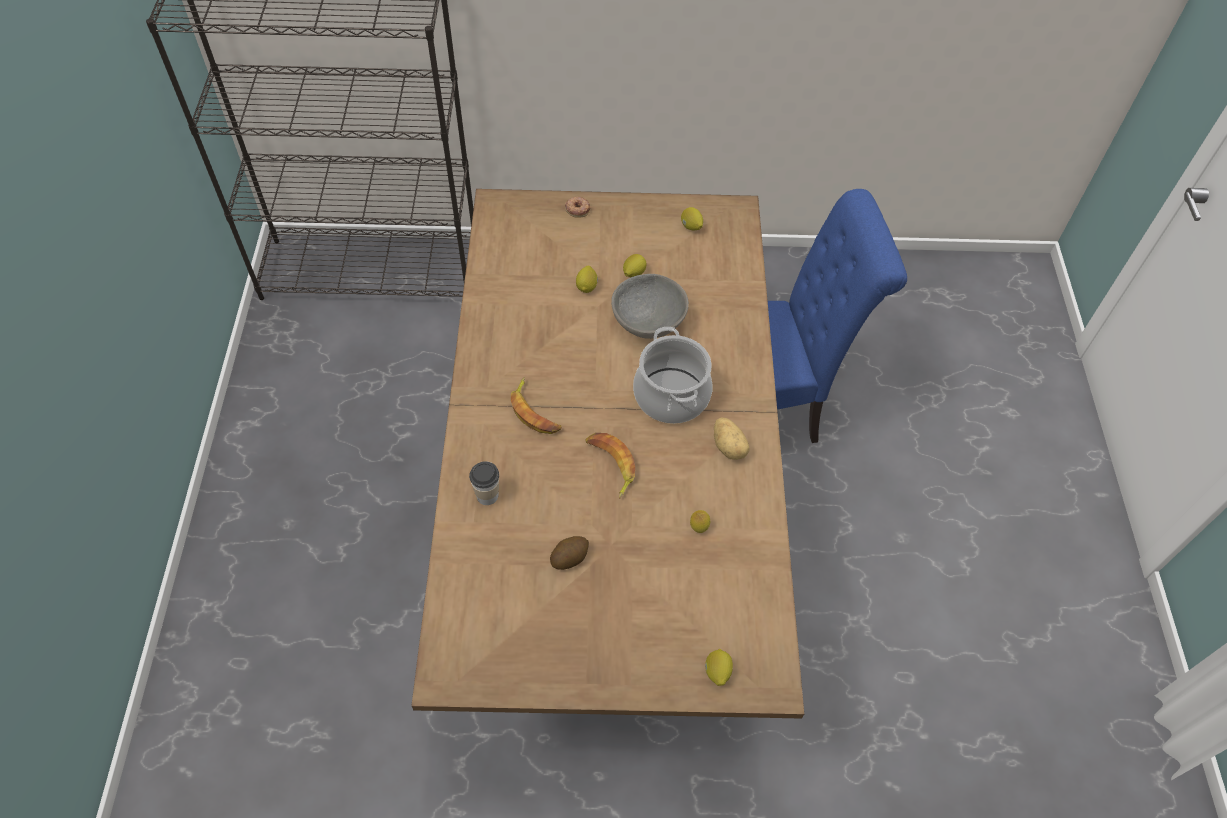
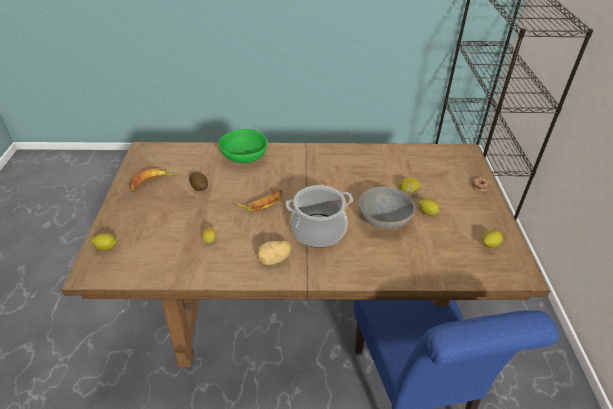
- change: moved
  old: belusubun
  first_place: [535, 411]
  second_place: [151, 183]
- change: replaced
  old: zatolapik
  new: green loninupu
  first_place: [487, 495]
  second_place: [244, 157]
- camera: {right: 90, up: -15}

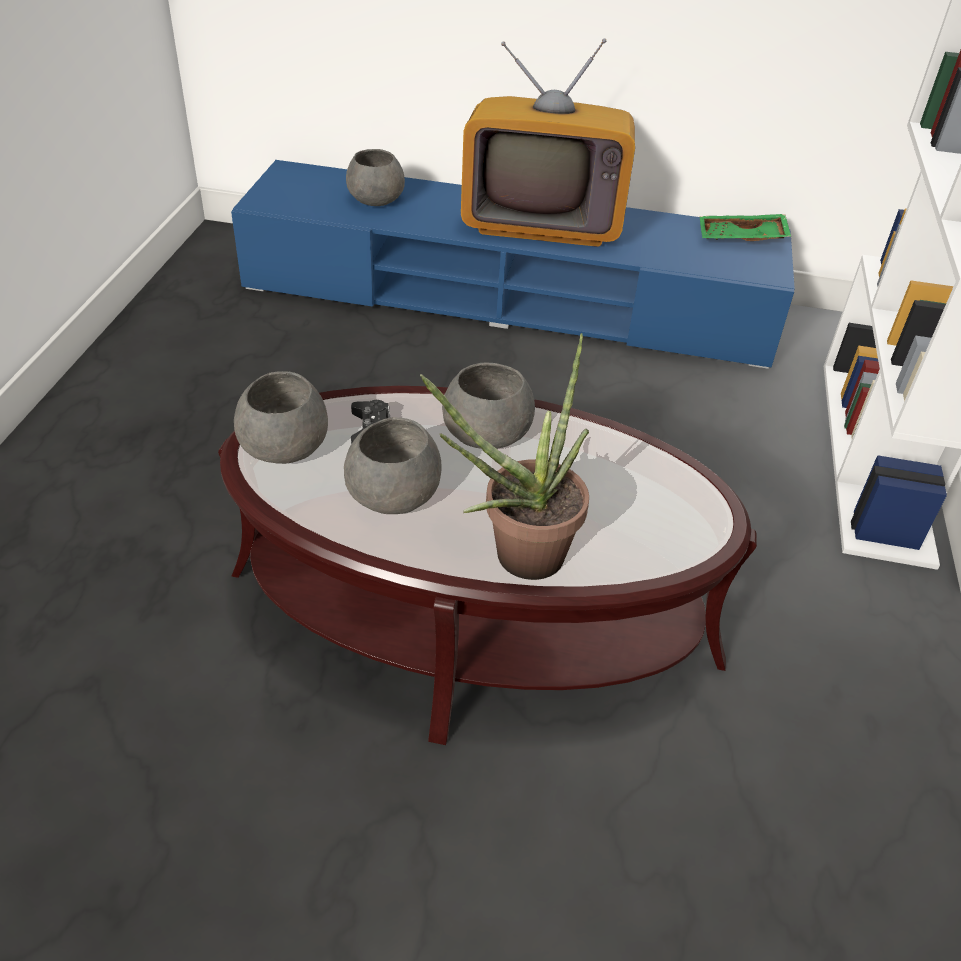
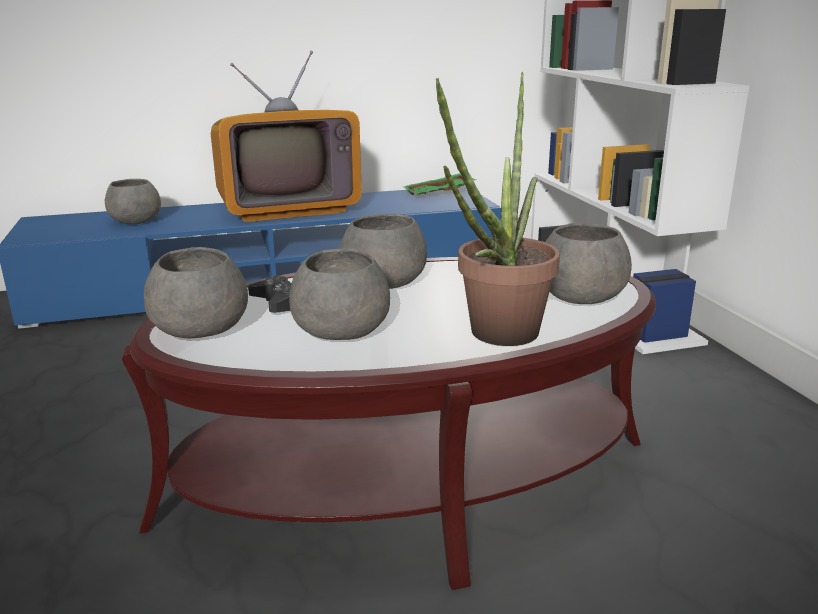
- change: added
  new: grey loninupu
  second_place: [580, 296]
- camera: {right: -25, up: -20}

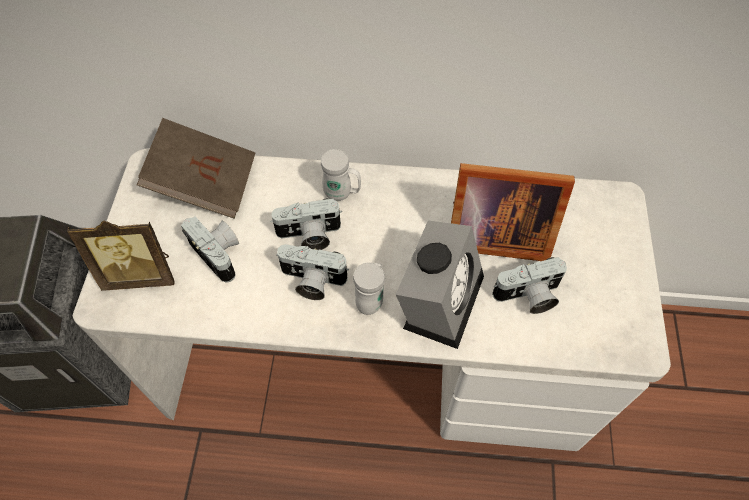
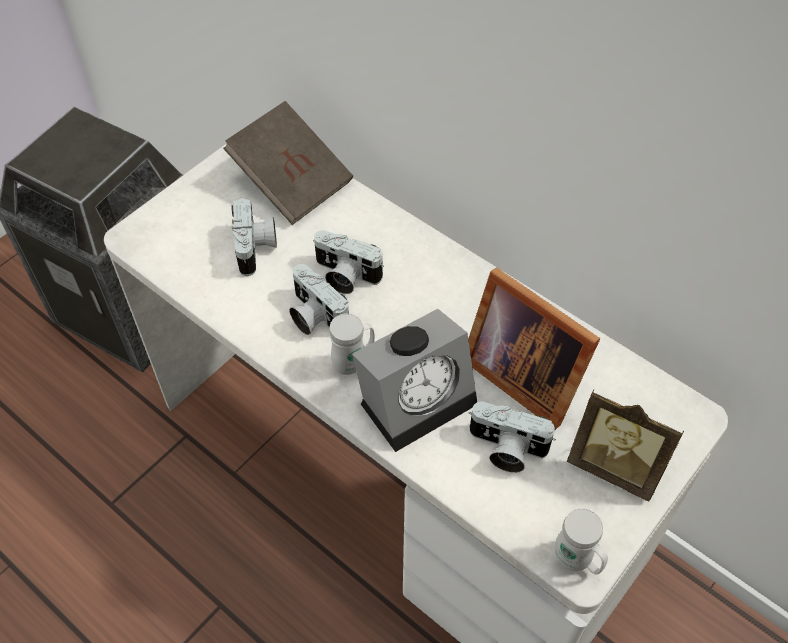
- change: moved
  old: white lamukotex
  first_place: [342, 194]
  second_place: [577, 561]
- change: moved
  old: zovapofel
  first_place: [141, 274]
  second_place: [614, 467]
- camera: {right: 35, up: -5}

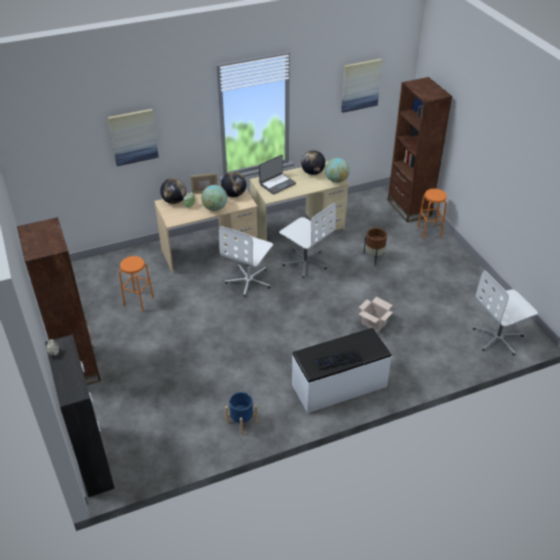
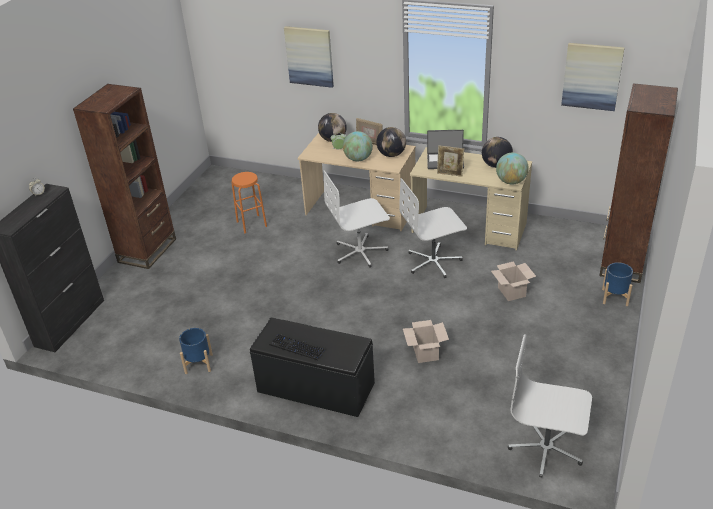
- change: replaced
  old: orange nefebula
  new: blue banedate
  first_place: [429, 231]
  second_place: [615, 297]
- change: turned
  old: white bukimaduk
  first_place: [305, 262]
  second_place: [434, 262]
  degrees: 75
- change: replaced
  old: brown banedate
  new: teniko
  first_place: [374, 257]
  second_place: [512, 292]
- change: recoloured
  old: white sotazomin
  new: black sotazomin
  first_place: [339, 386]
  second_place: [315, 388]
- change: added
  new: zovapofel
  second_place: [450, 174]
- camera: {right: 45, up: -5}

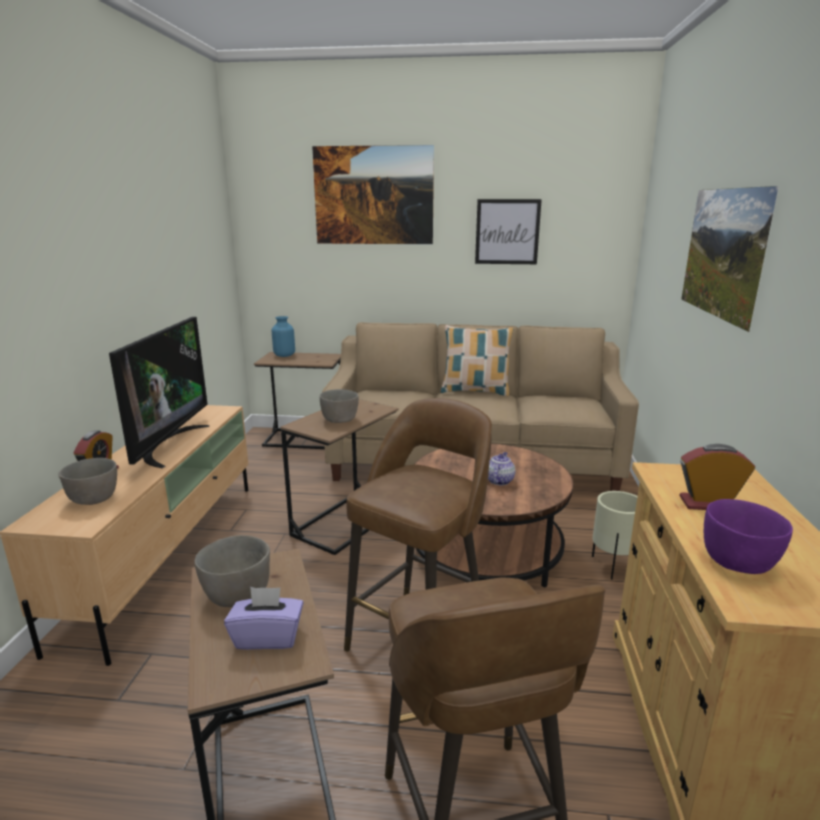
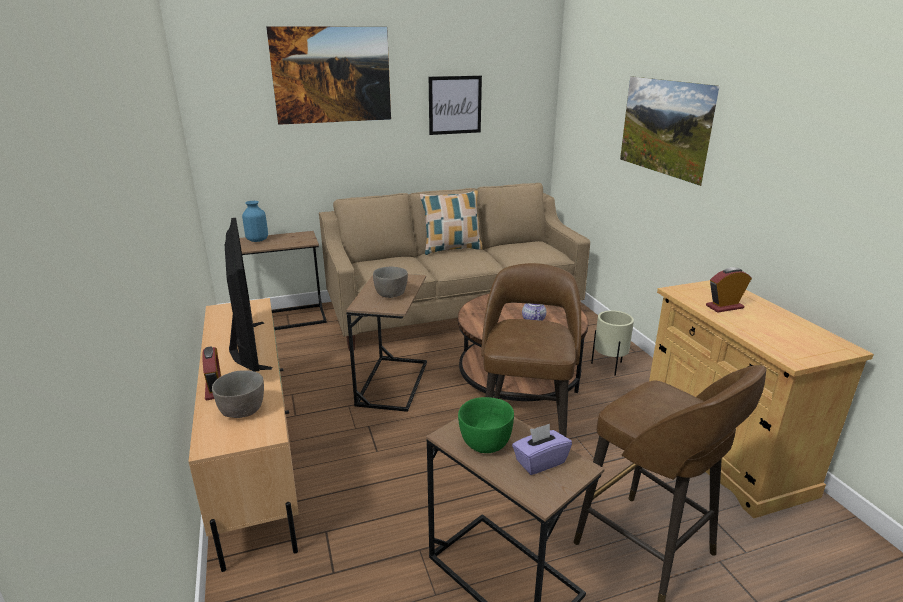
- change: removed
  old: purple loninupu
  first_place: [739, 562]
- change: recoloured
  old: grey loninupu
  new: green loninupu
  first_place: [236, 594]
  second_place: [484, 443]
- camera: {right: -25, up: 5}

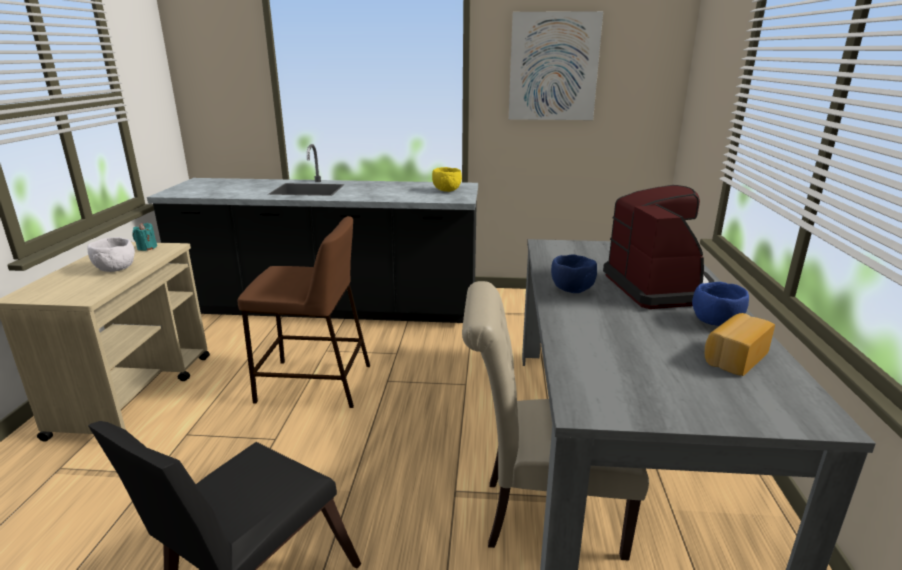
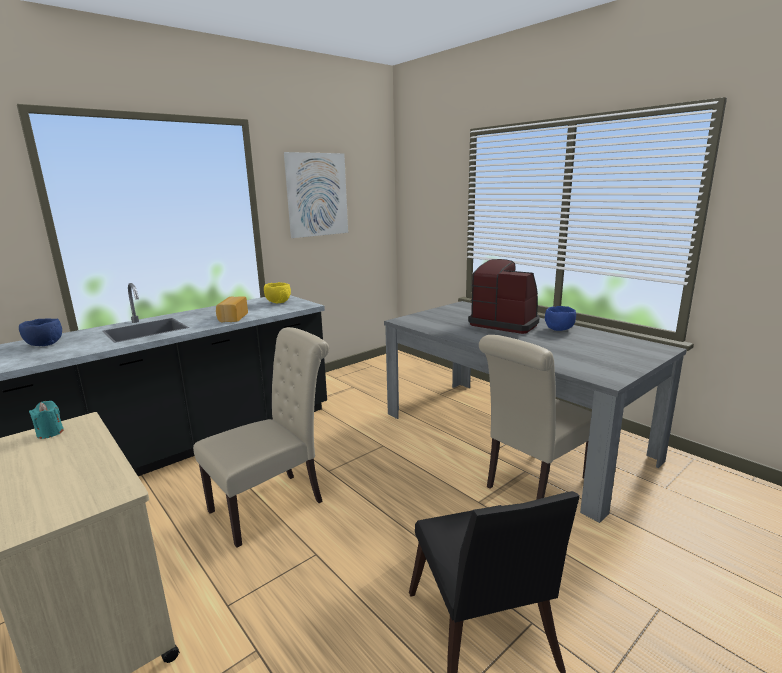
- change: replaced
  old: brown nefebula
  new: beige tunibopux
  first_place: [313, 383]
  second_place: [273, 503]
- change: removed
  old: white loninupu
  first_place: [114, 269]
- change: moved
  old: blue loninupu
  first_place: [572, 290]
  second_place: [45, 345]
- change: moved
  old: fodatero
  first_place: [733, 357]
  second_place: [232, 317]
- camera: {right: -45, up: -5}

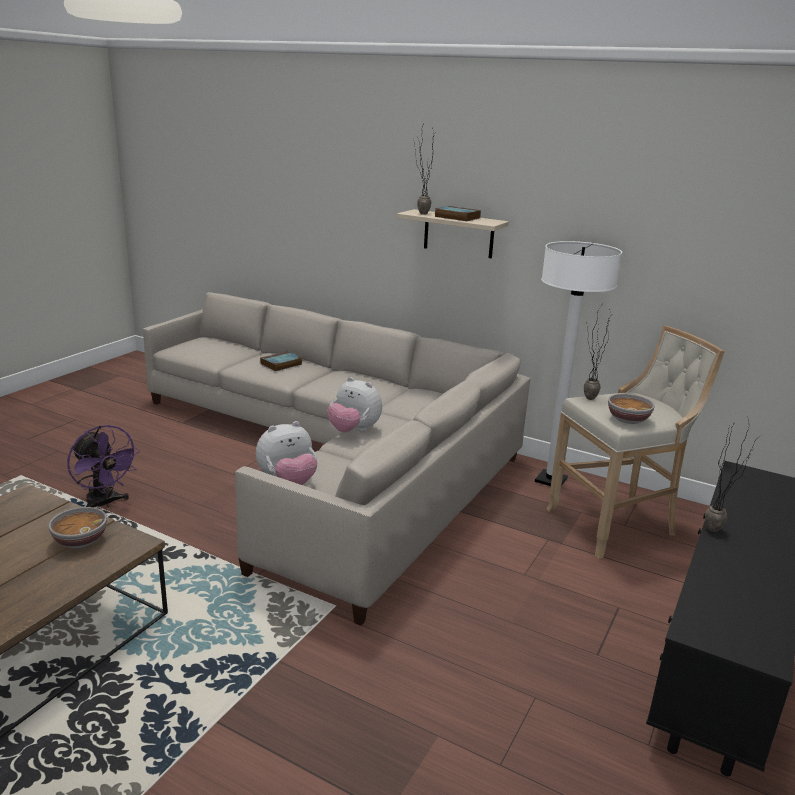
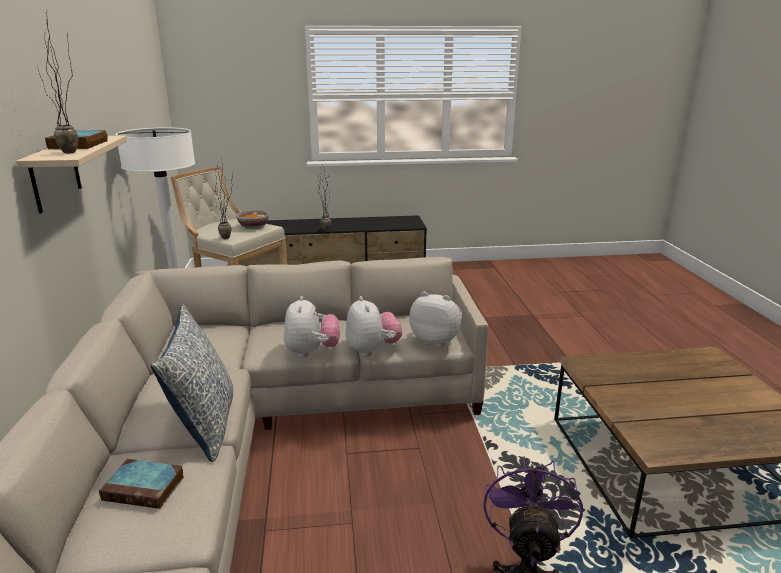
- change: removed
  old: loninupu
  first_place: [80, 540]
- change: added
  new: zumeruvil
  second_place: [372, 350]
- change: added
  new: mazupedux
  second_place: [205, 424]
- camera: {right: -125, up: 0}

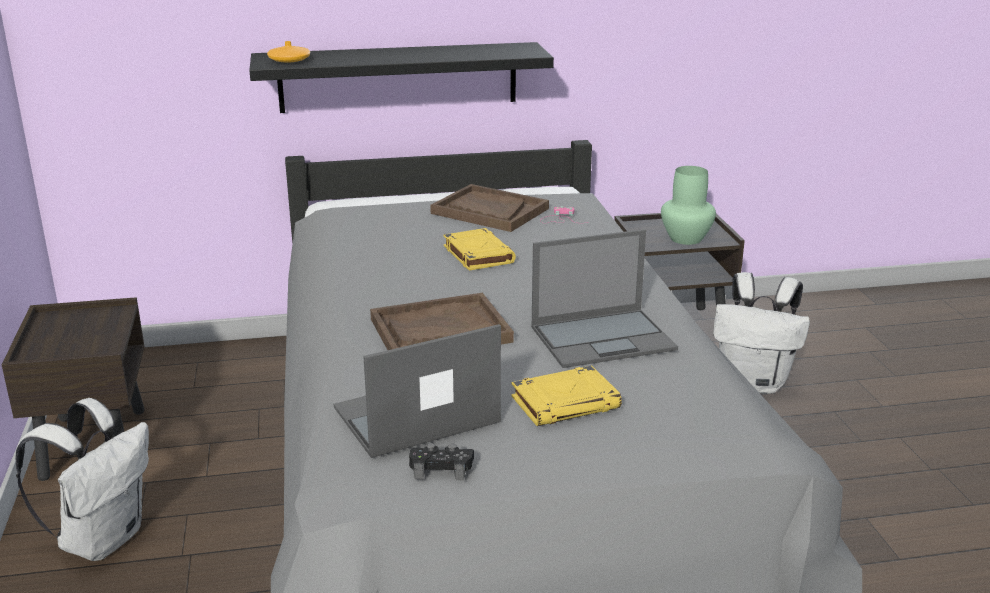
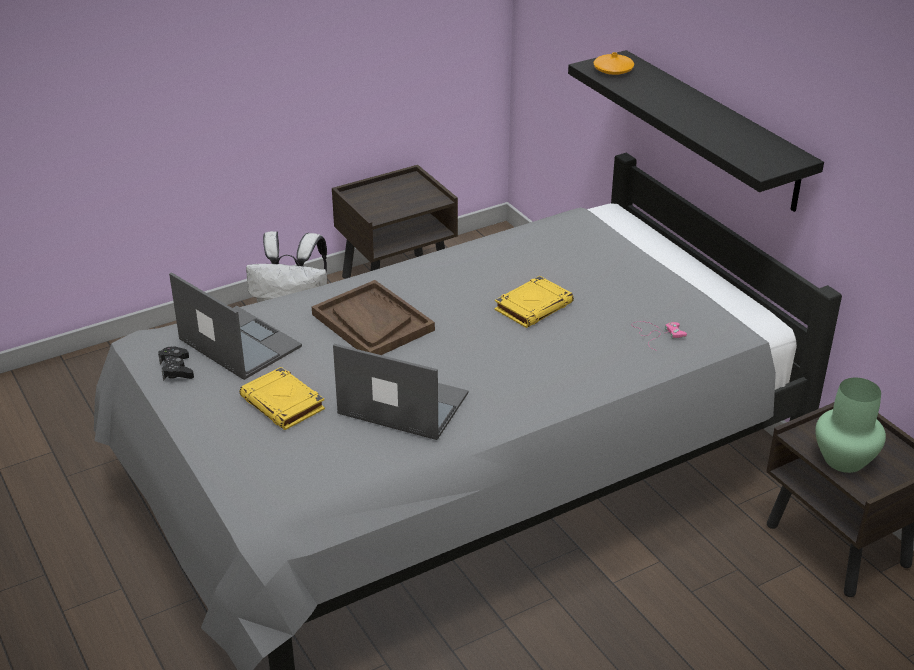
- change: removed
  old: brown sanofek
  first_place: [489, 211]
- change: turned
  old: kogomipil
  first_place: [604, 338]
  second_place: [401, 403]
  degrees: 150
- change: removed
  old: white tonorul
  first_place: [754, 383]
- camera: {right: 70, up: 10}

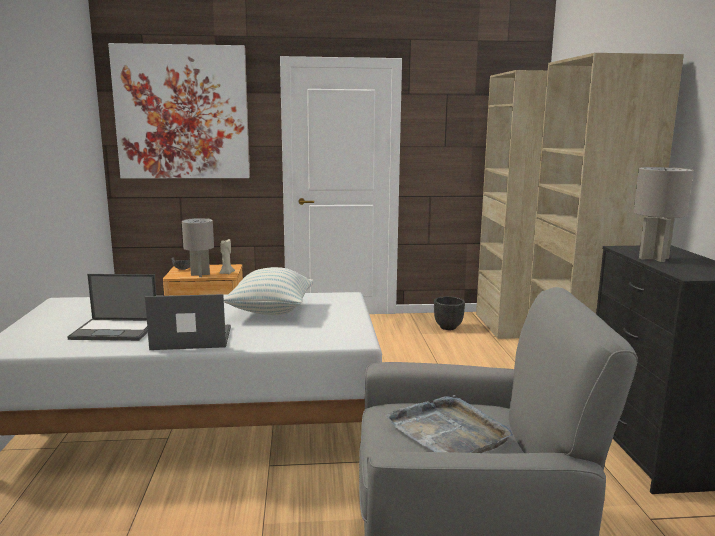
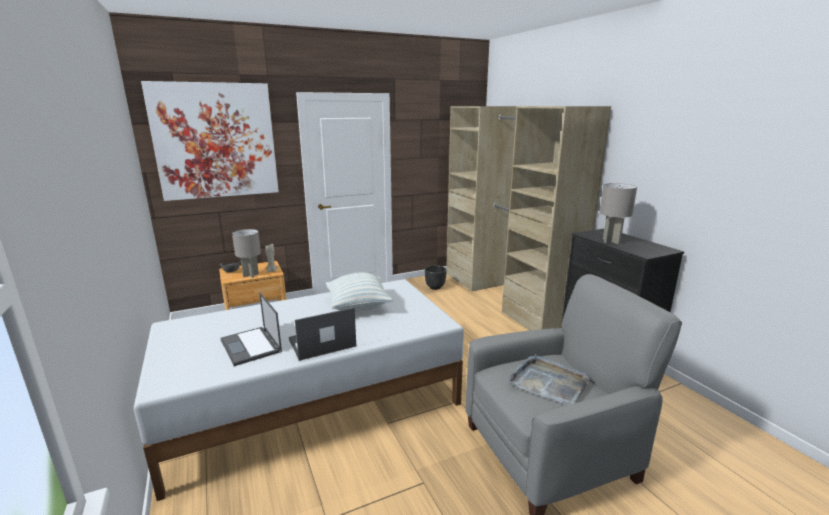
- change: turned
  old: kogomipil
  first_place: [116, 330]
  second_place: [251, 346]
  degrees: 75
- camera: {right: -20, up: 5}

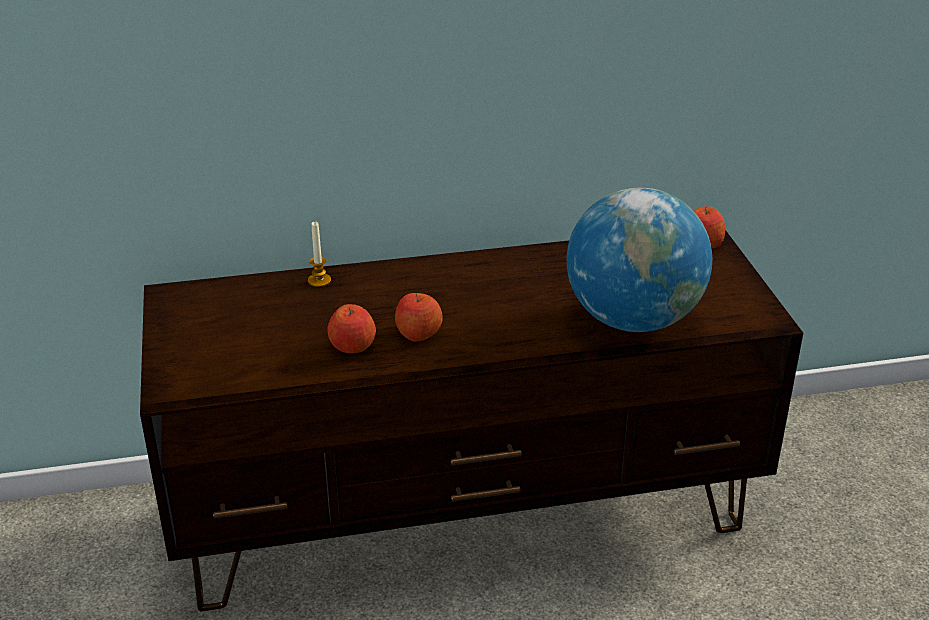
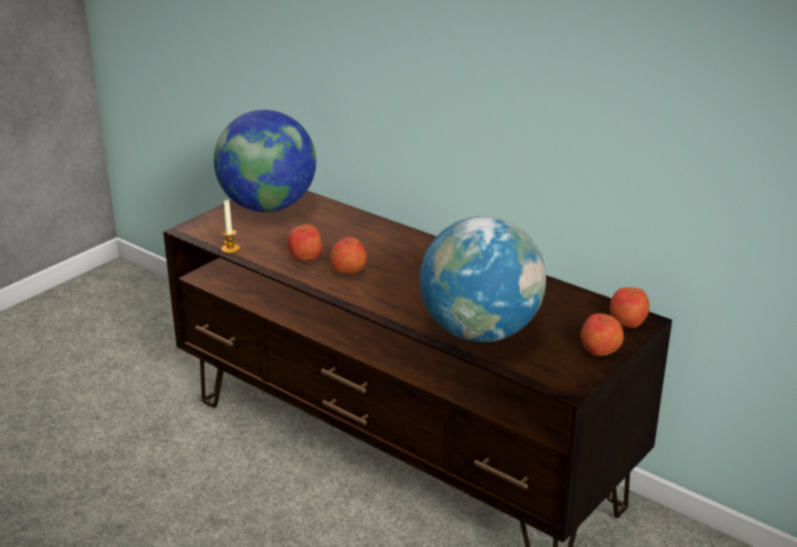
- change: moved
  old: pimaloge
  first_place: [319, 281]
  second_place: [230, 249]
- change: added
  new: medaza
  second_place: [268, 207]
- change: added
  new: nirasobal
  second_place: [600, 349]
- camera: {right: 50, up: -5}

